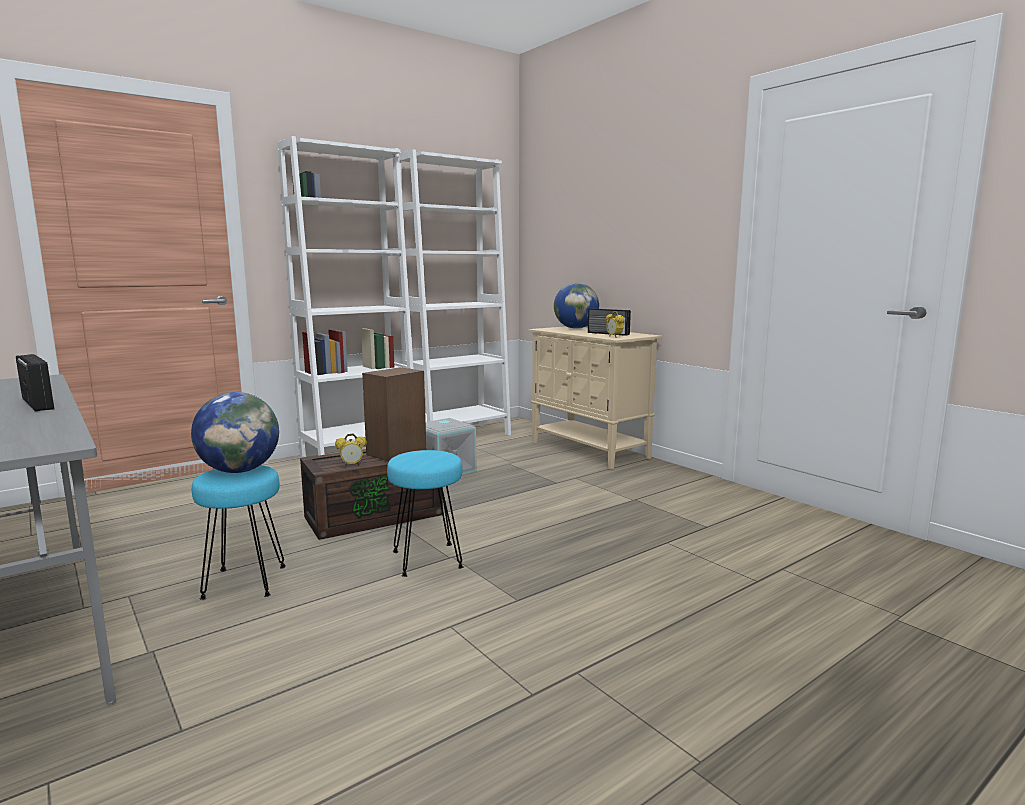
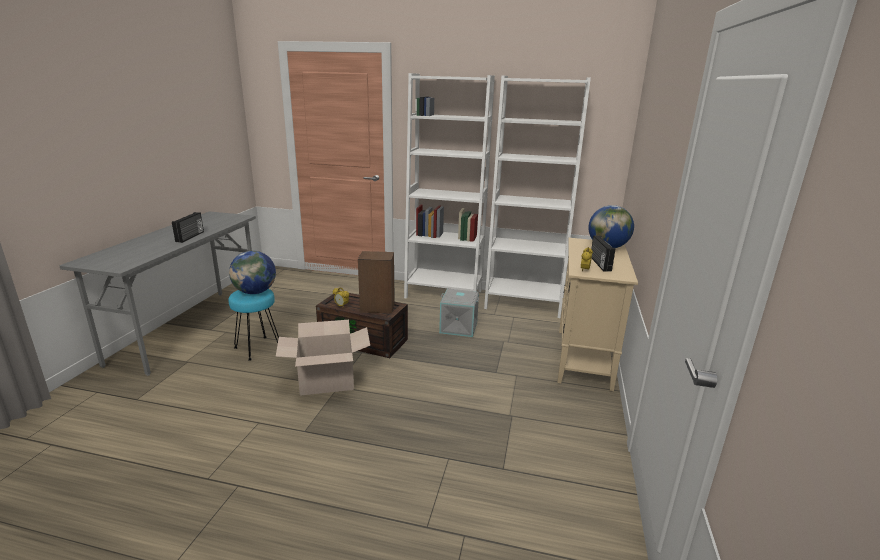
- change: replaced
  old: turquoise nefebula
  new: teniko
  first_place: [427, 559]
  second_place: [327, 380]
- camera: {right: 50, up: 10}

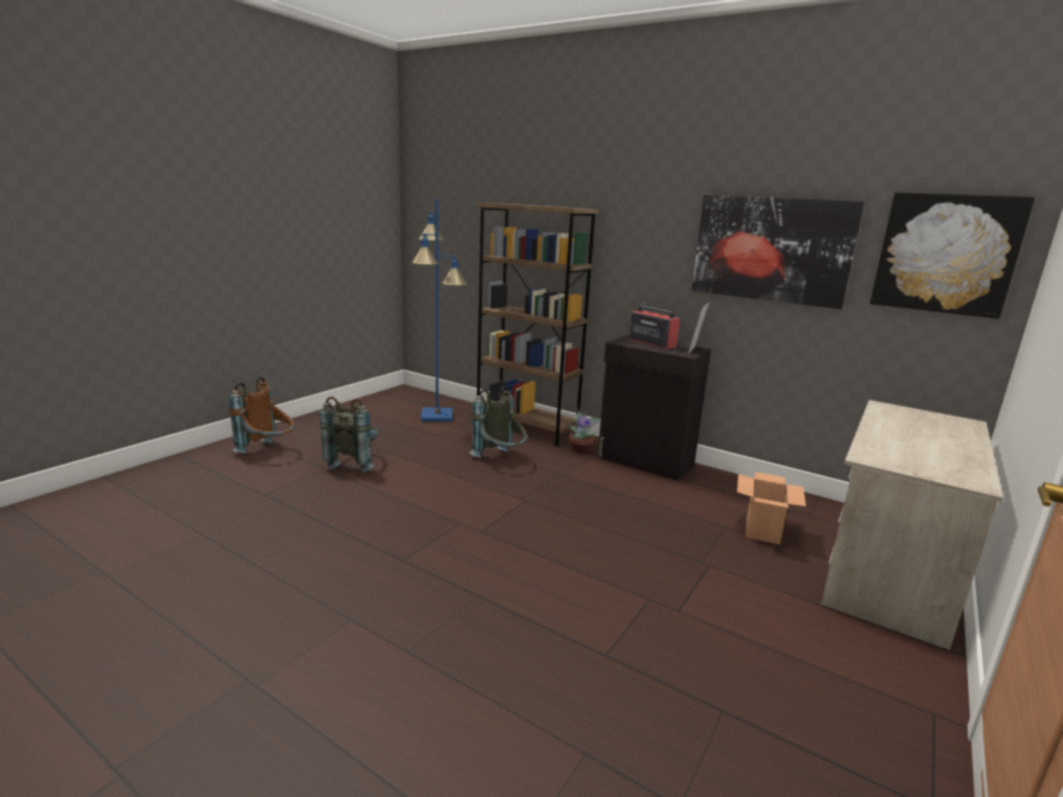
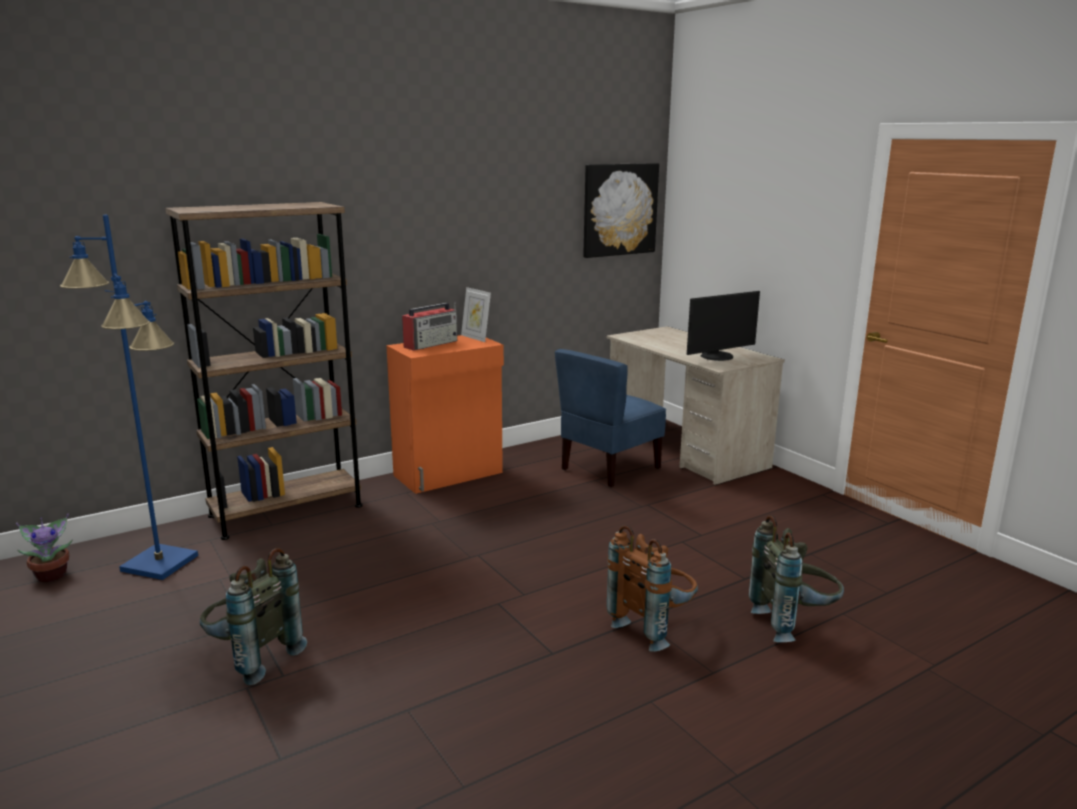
- change: removed
  old: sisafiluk
  first_place: [771, 249]
- change: turned
  old: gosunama
  first_place: [651, 342]
  second_place: [431, 344]
  degrees: 150
- change: recoloured
  old: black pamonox
  new: orange pamonox
  first_place: [645, 462]
  second_place: [449, 474]
- change: moved
  old: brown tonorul
  first_place: [268, 451]
  second_place: [653, 627]
- change: moved
  old: grey tonorul
  first_place: [500, 460]
  second_place: [793, 624]
- change: moved
  old: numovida
  first_place: [581, 449]
  second_place: [52, 575]
- change: replaced
  old: teniko
  new: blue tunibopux
  first_place: [762, 529]
  second_place: [609, 469]
- change: added
  new: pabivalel
  second_place: [718, 357]
- camera: {right: -65, up: 0}

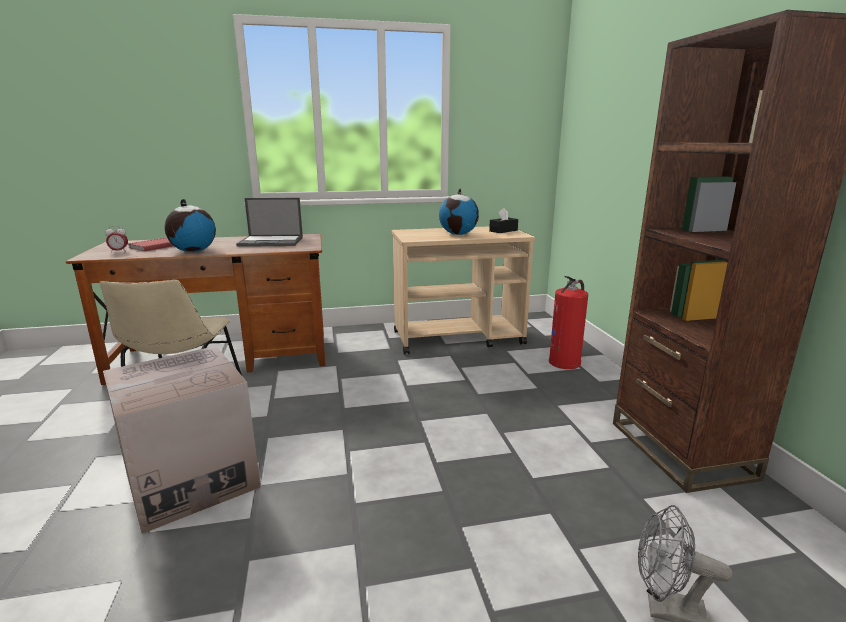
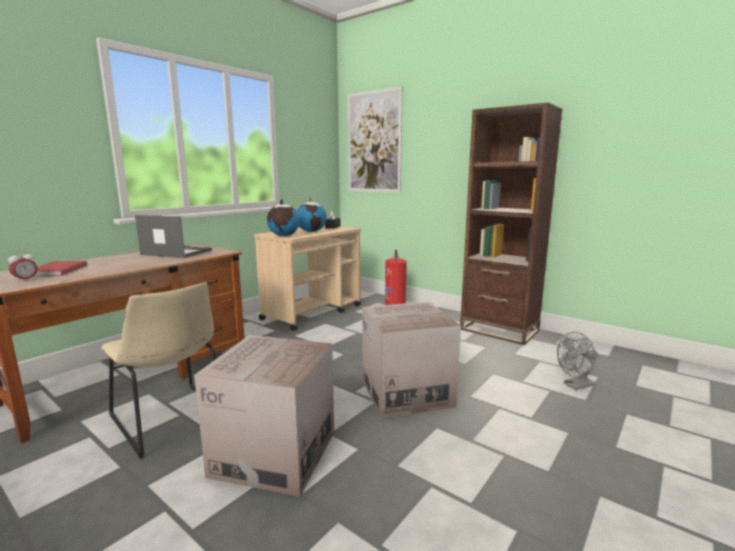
- change: turned
  old: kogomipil
  first_place: [272, 241]
  second_place: [176, 252]
  degrees: -120
- change: moved
  old: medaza
  first_place: [193, 251]
  second_place: [283, 236]
- change: added
  new: sisafiluk
  second_place: [374, 142]
- change: added
  new: teniko
  second_place: [406, 392]
- camera: {right: -40, up: -5}

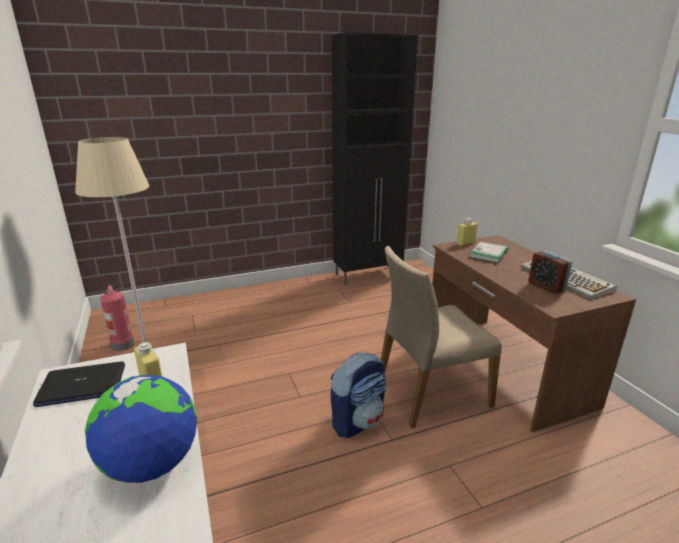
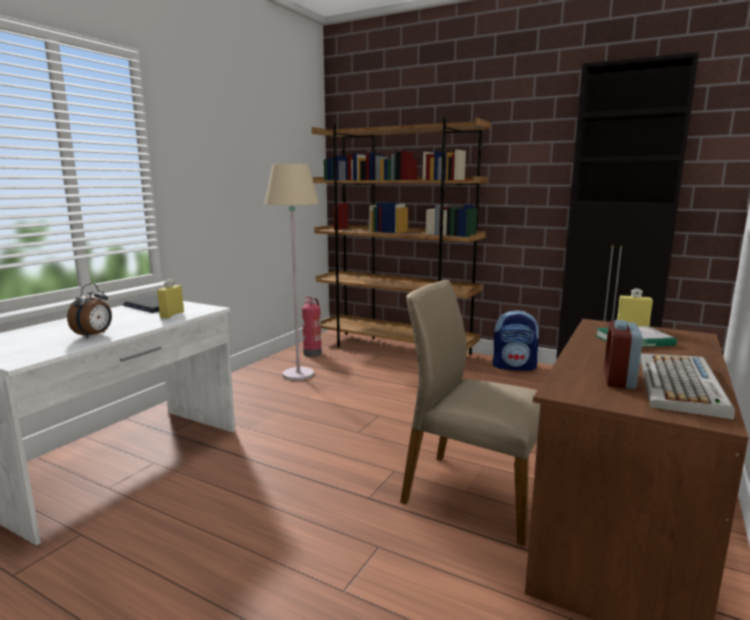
- change: moved
  old: tonorul
  first_place: [358, 421]
  second_place: [514, 367]
- change: replaced
  old: medaza
  new: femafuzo
  first_place: [152, 464]
  second_place: [94, 335]
- change: added
  new: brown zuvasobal
  second_place: [395, 349]
- camera: {right: 50, up: -10}

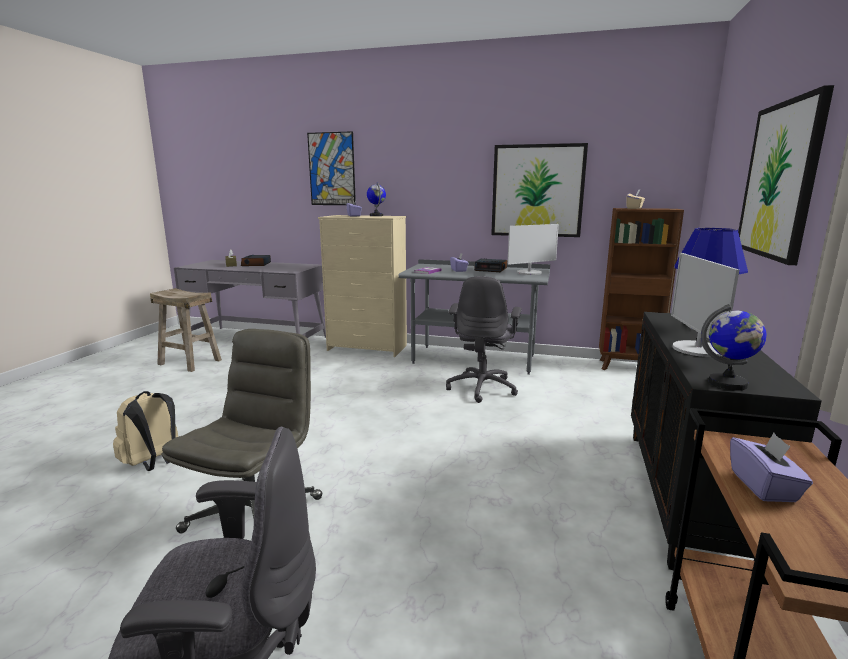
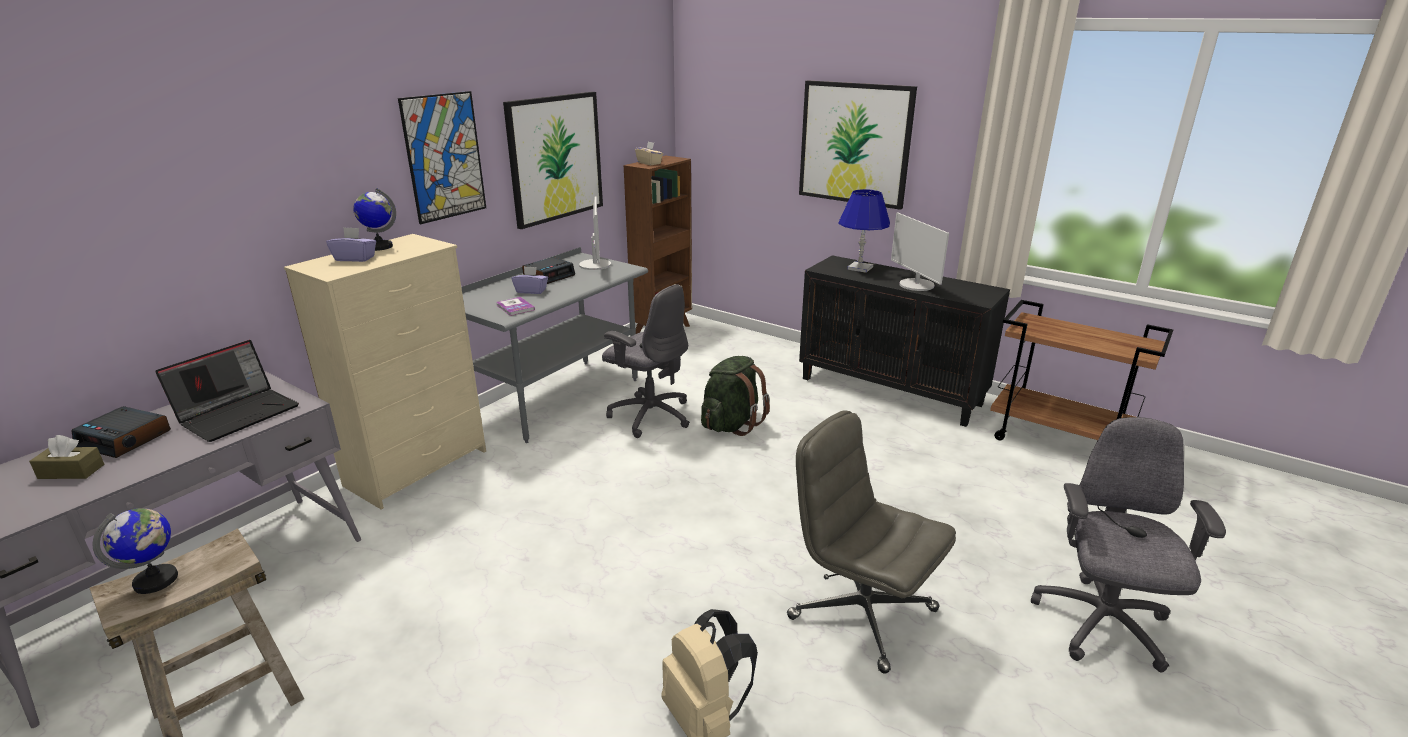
- change: moved
  old: sisafiluk
  first_place: [332, 169]
  second_place: [444, 157]
- change: turned
  old: pabivalel
  first_place: [697, 349]
  second_place: [916, 285]
  degrees: 45
- change: moved
  old: medaza
  first_place: [728, 384]
  second_place: [156, 580]
- change: removed
  old: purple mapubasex
  first_place: [764, 486]
- change: added
  new: kogomipil
  second_place: [239, 413]
- change: added
  new: green tonorul
  second_place: [731, 424]
- camera: {right: -70, up: 10}

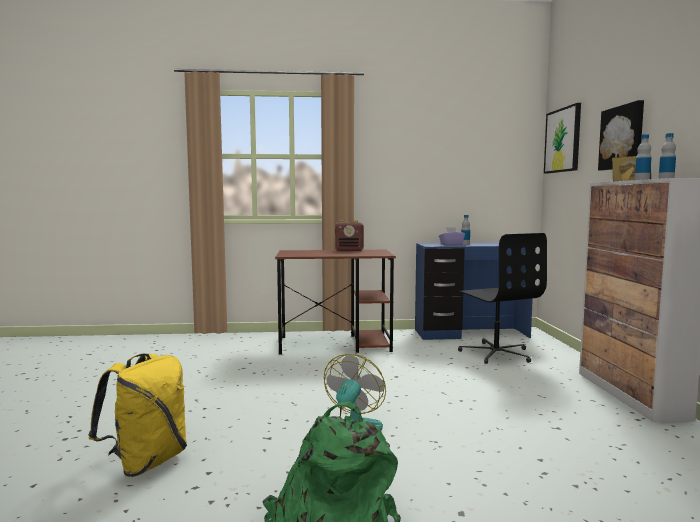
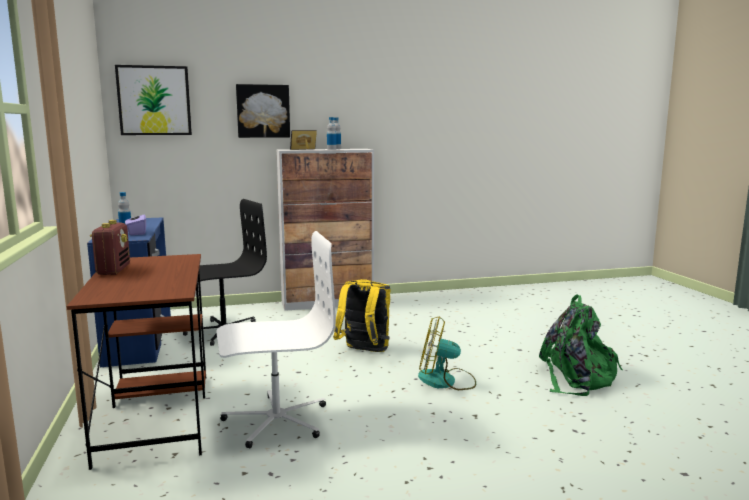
- change: moved
  old: yellow tonorul
  first_place: [146, 462]
  second_place: [364, 351]
- change: added
  new: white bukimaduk
  second_place: [276, 420]
- camera: {right: -100, up: 5}

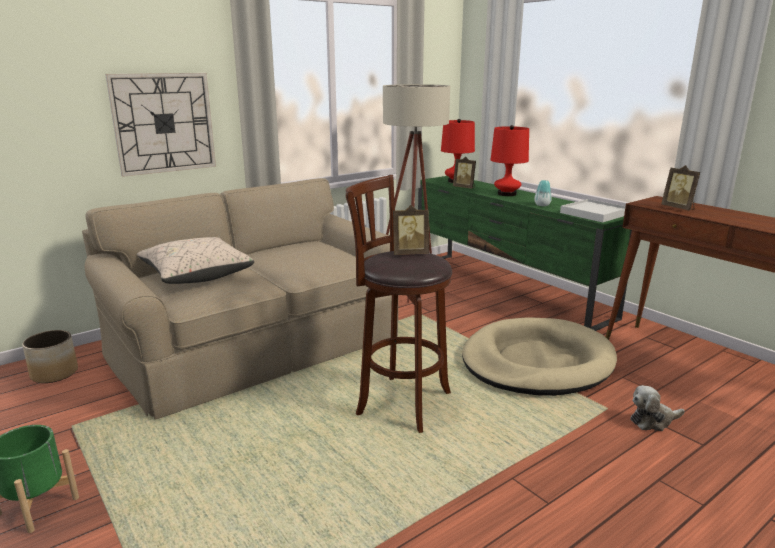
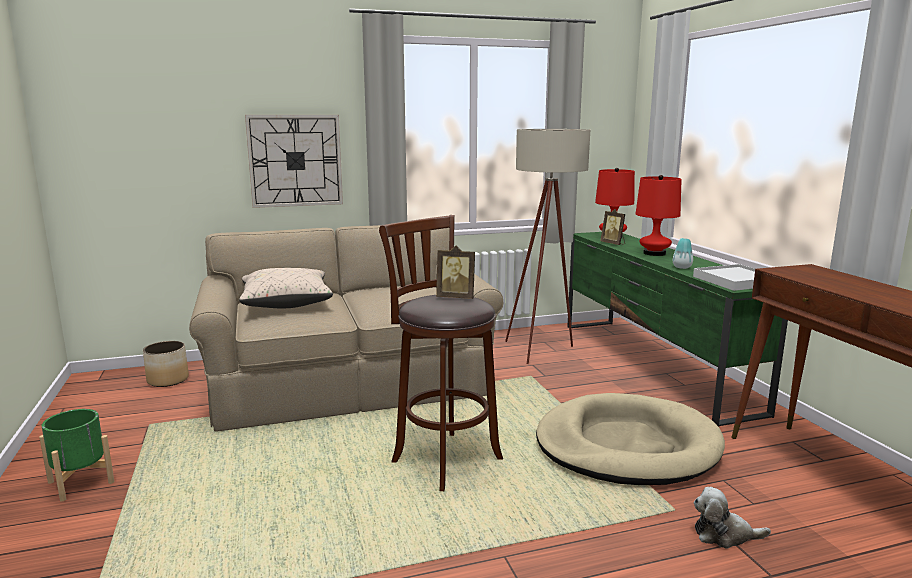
- change: removed
  old: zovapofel
  first_place: [678, 208]
- camera: {right: 20, up: -5}

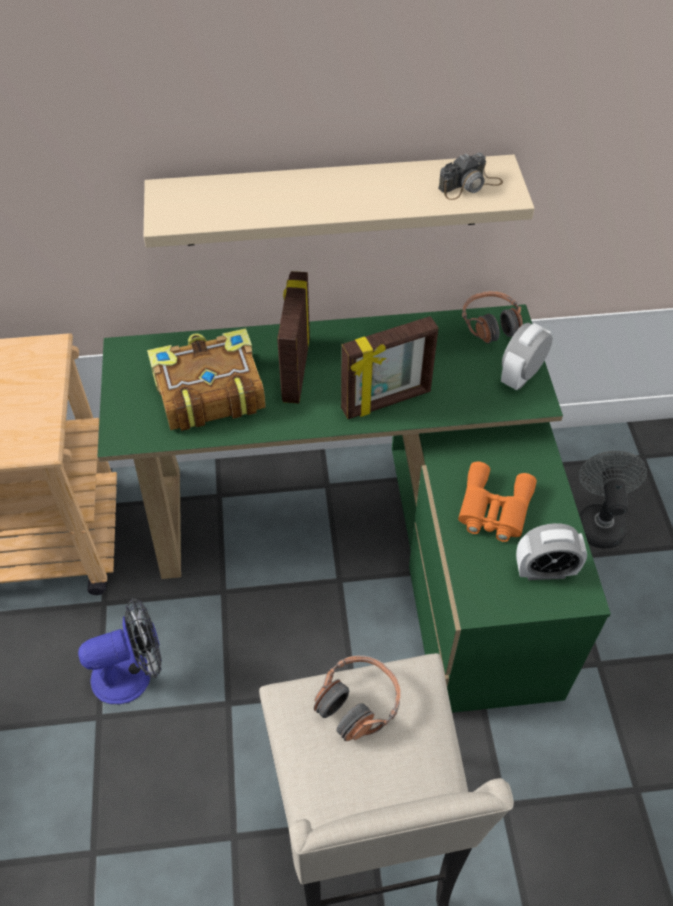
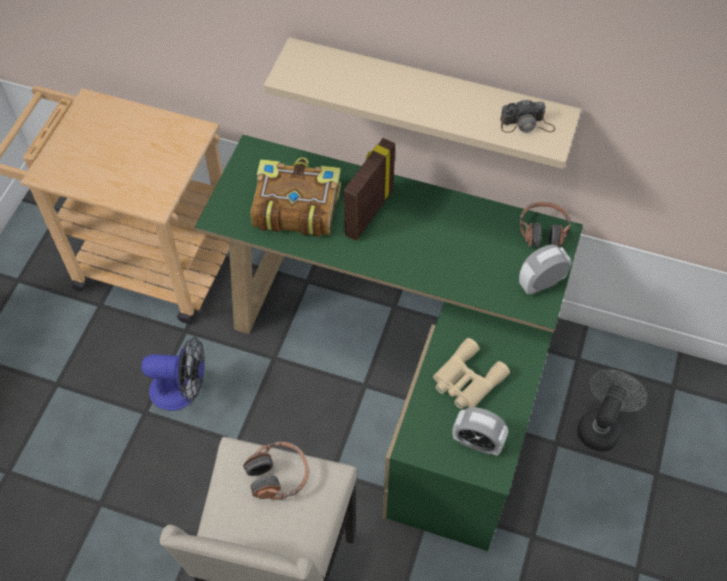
- change: removed
  old: zovapofel
  first_place: [386, 402]
- change: recoloured
  old: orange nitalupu
  new: beige nitalupu
  first_place: [493, 509]
  second_place: [466, 380]
- camera: {right: 25, up: 5}

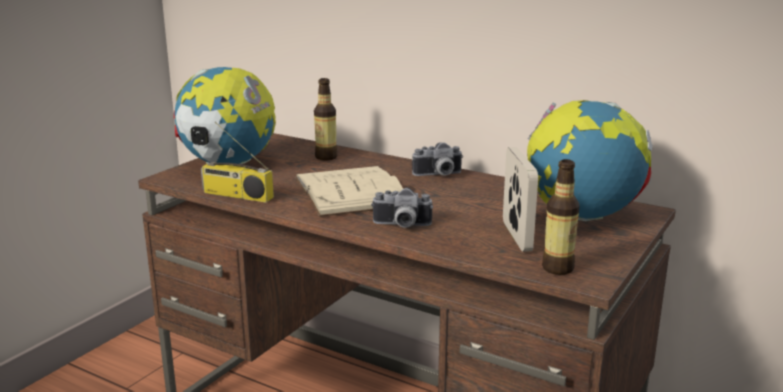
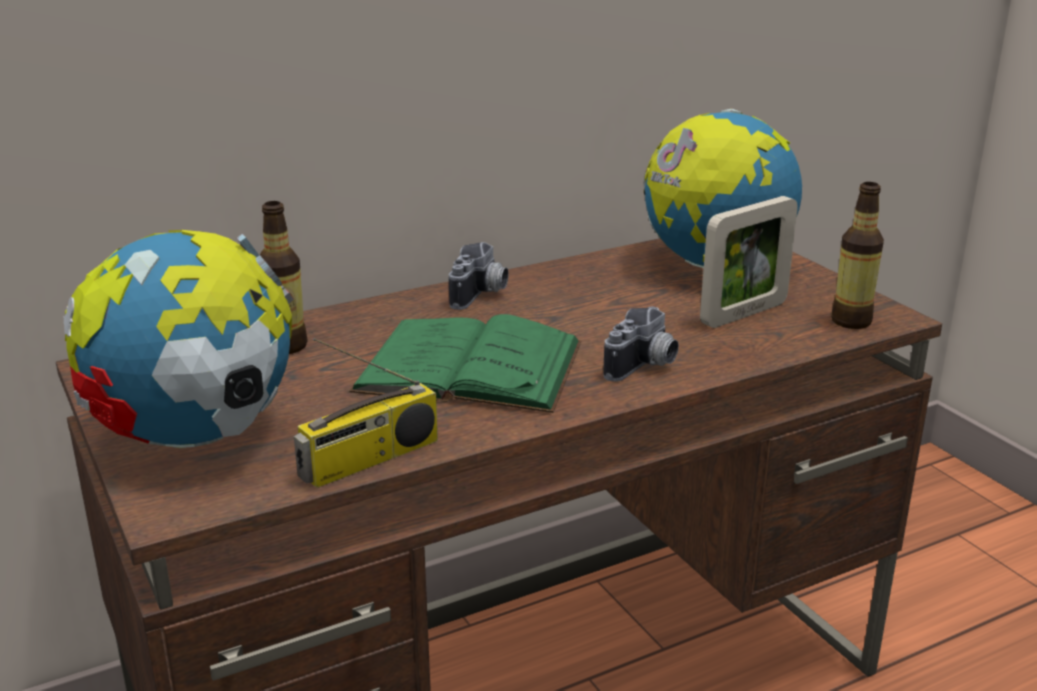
- change: turned
  old: zovapofel
  first_place: [516, 236]
  second_place: [743, 314]
  degrees: 120
- change: recoloured
  old: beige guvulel
  new: green guvulel
  first_place: [350, 191]
  second_place: [470, 366]
- camera: {right: -60, up: 5}

